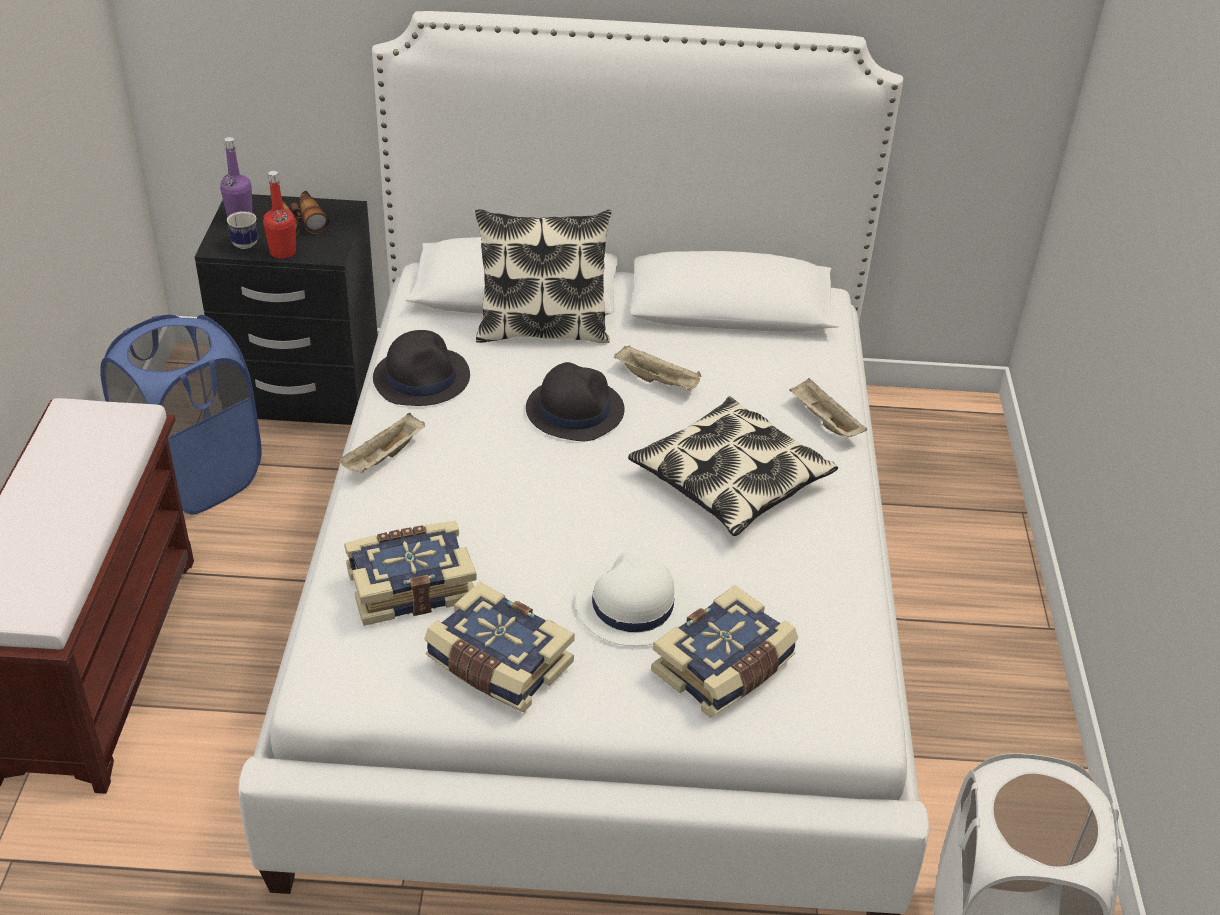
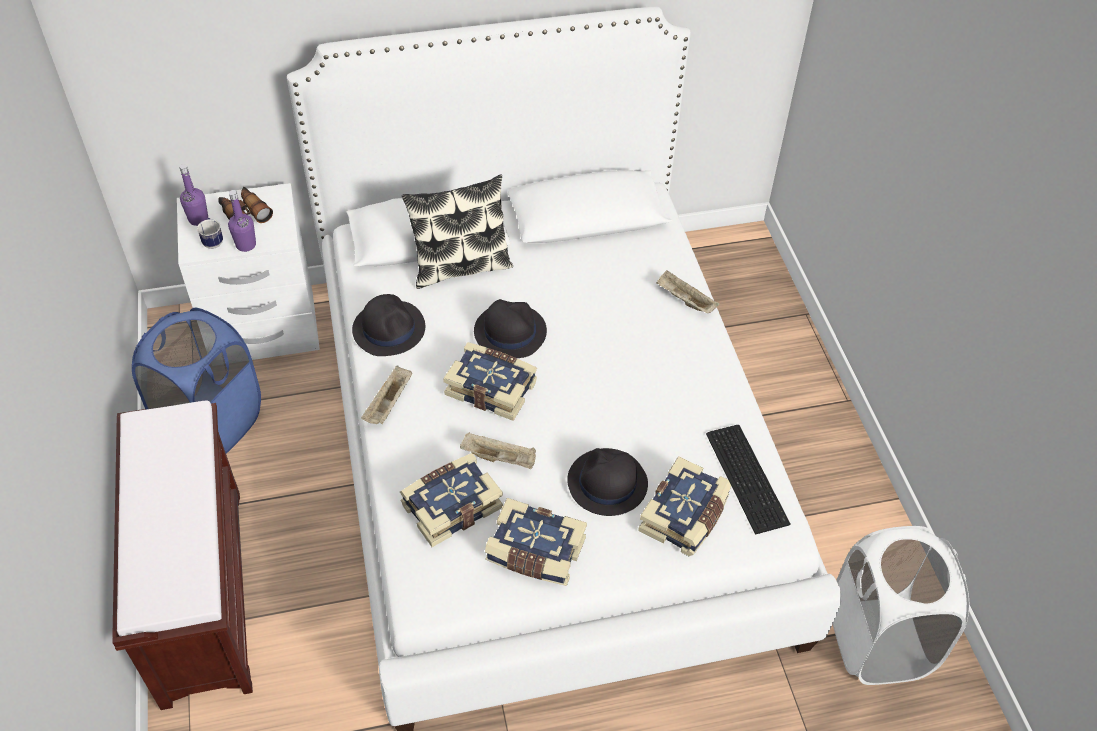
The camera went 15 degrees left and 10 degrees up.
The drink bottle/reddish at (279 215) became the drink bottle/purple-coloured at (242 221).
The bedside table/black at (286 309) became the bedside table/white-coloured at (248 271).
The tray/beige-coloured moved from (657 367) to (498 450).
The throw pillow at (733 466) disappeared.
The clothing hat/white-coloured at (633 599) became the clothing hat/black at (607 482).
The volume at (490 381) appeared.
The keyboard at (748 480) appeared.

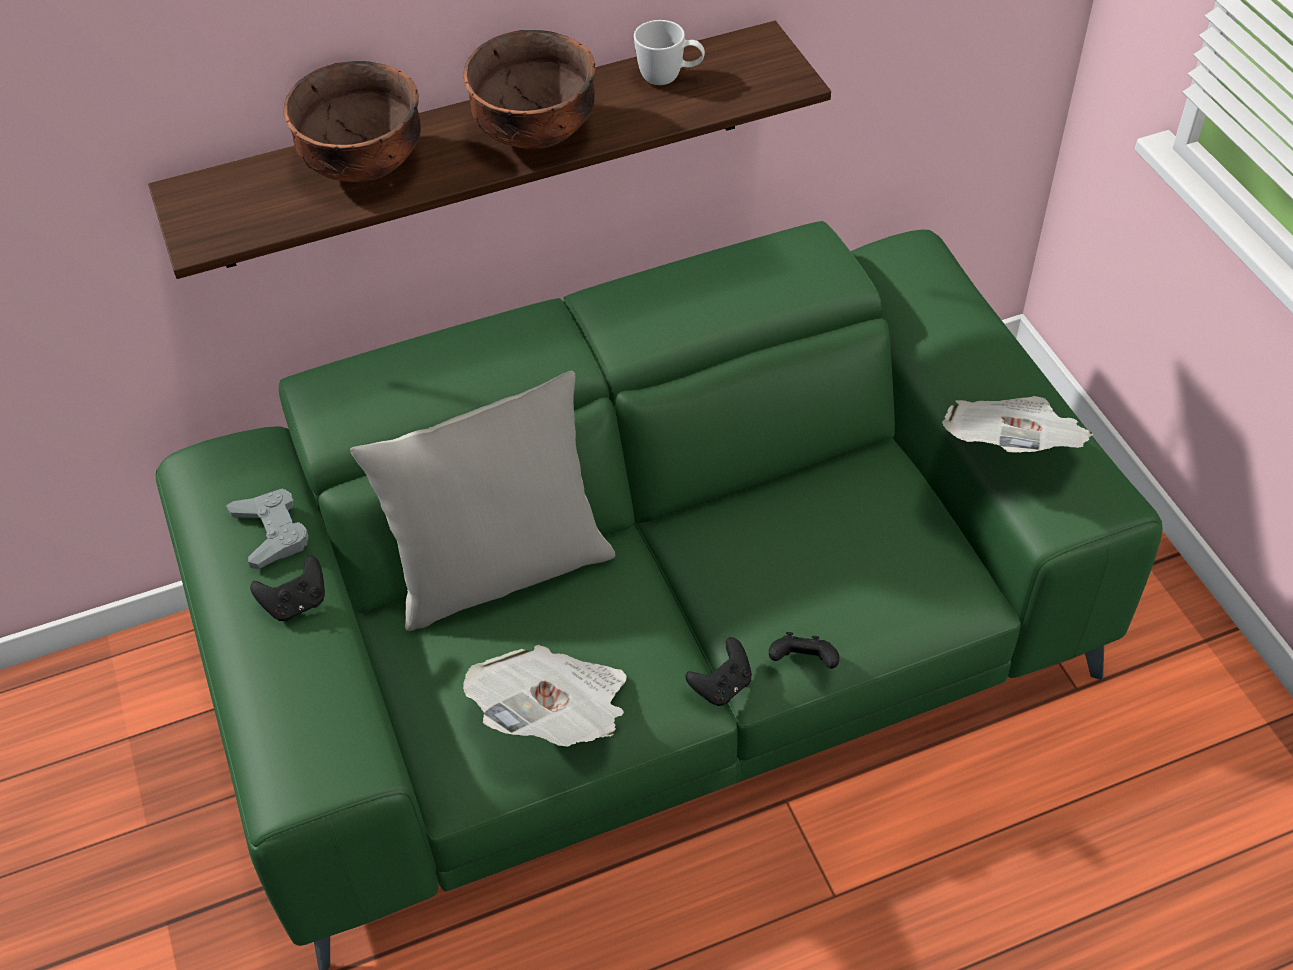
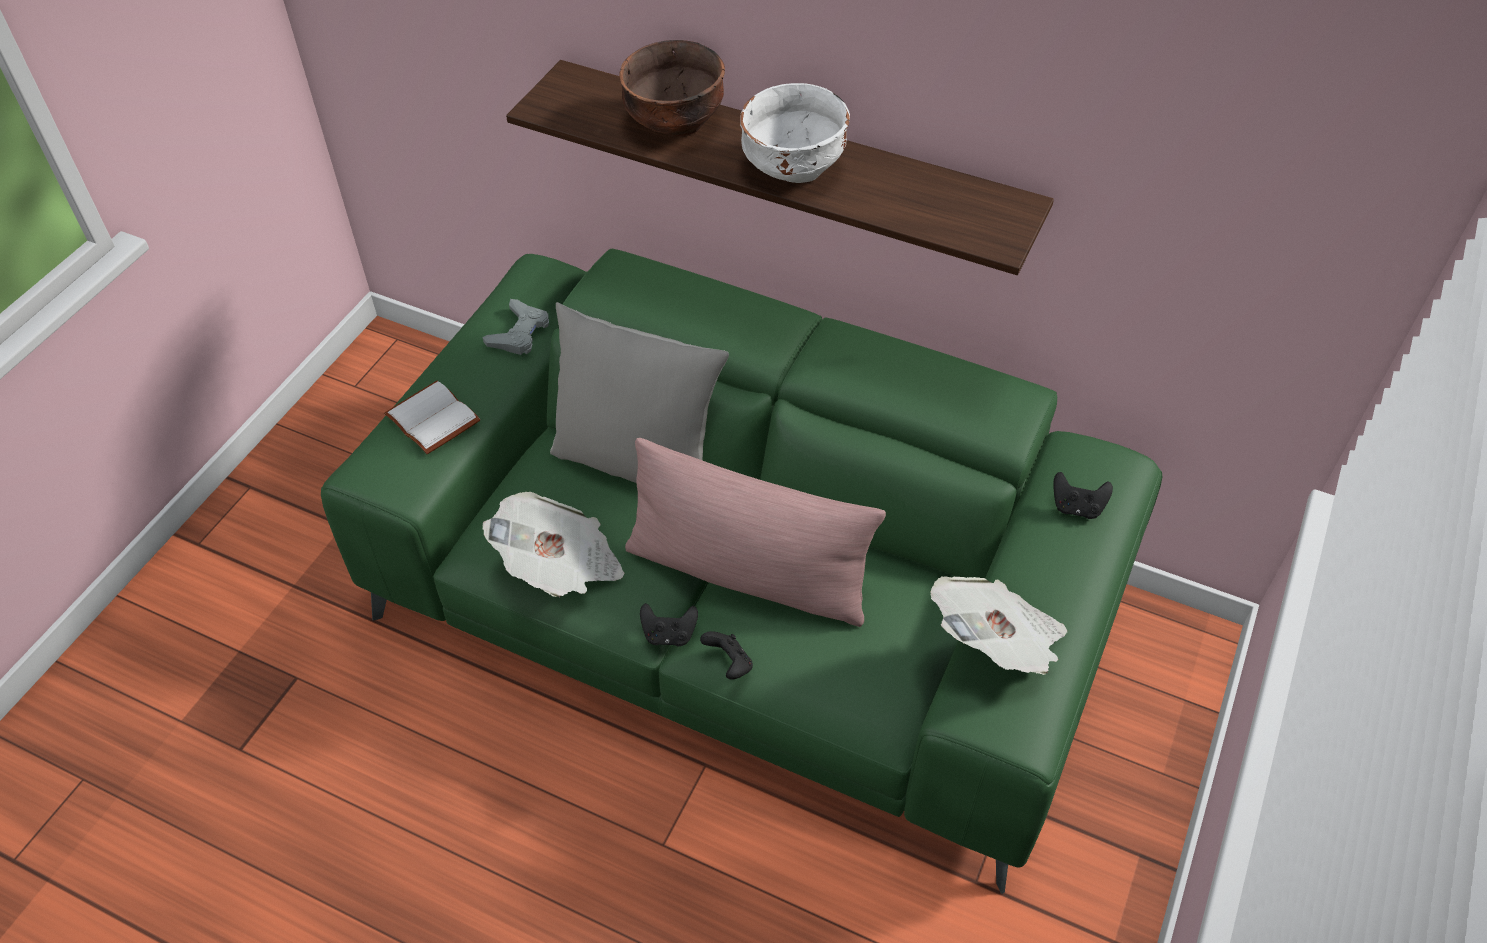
The camera went 45 degrees right and 0 degrees up.
The tea mug/white-coloured at (669 52) disappeared.
The bowl/brown-coloured at (529 90) became the bowl/white-coloured at (795 133).
The game controller/black moved from (287 588) to (1083 495).
The volume/white-coloured at (432 417) appeared.
The throw pillow/pink-coloured at (755 532) appeared.

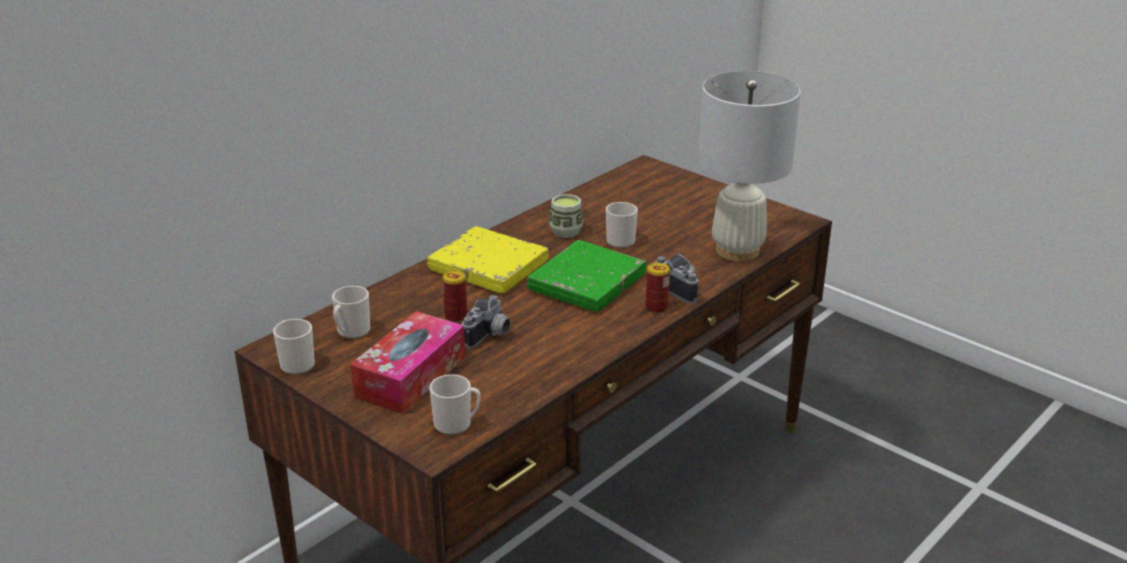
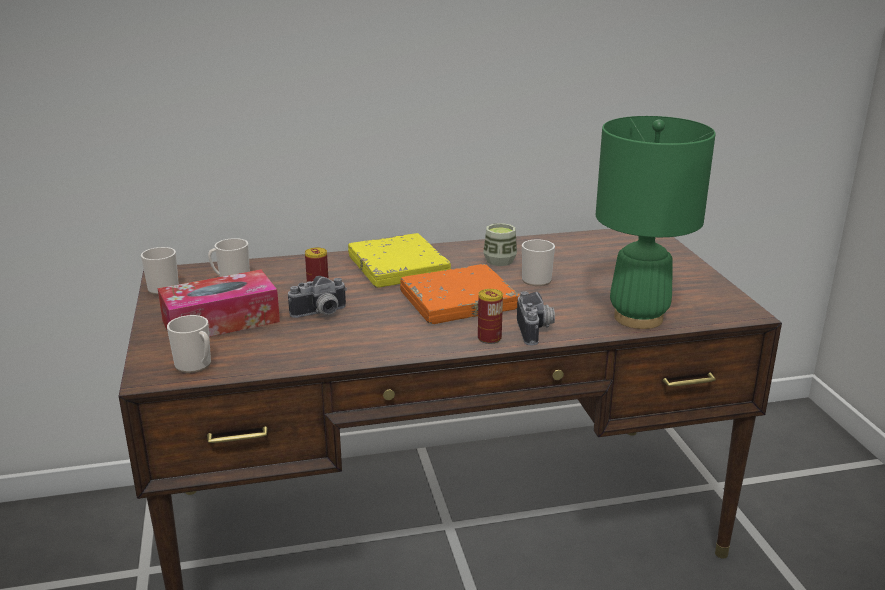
The camera went 35 degrees right and 5 degrees down.
The table lamp/white-coloured at (749 166) became the table lamp/green at (656 222).
The volume/green at (586 276) became the volume/orange at (460 294).

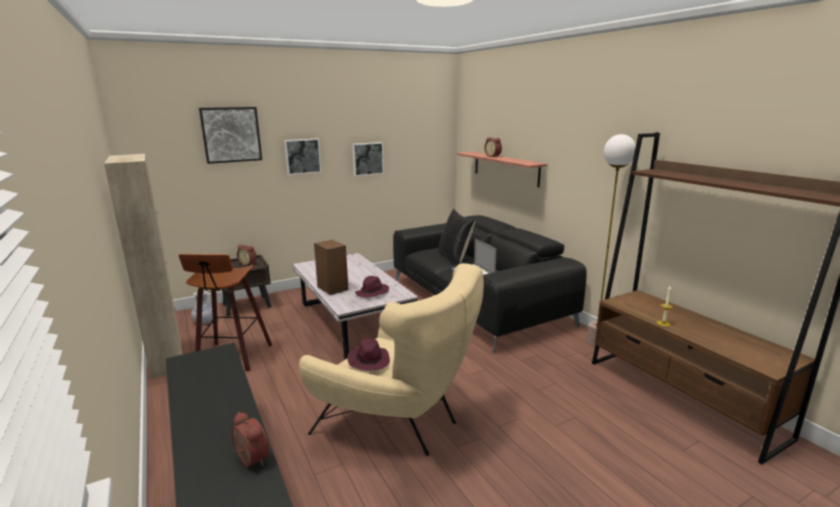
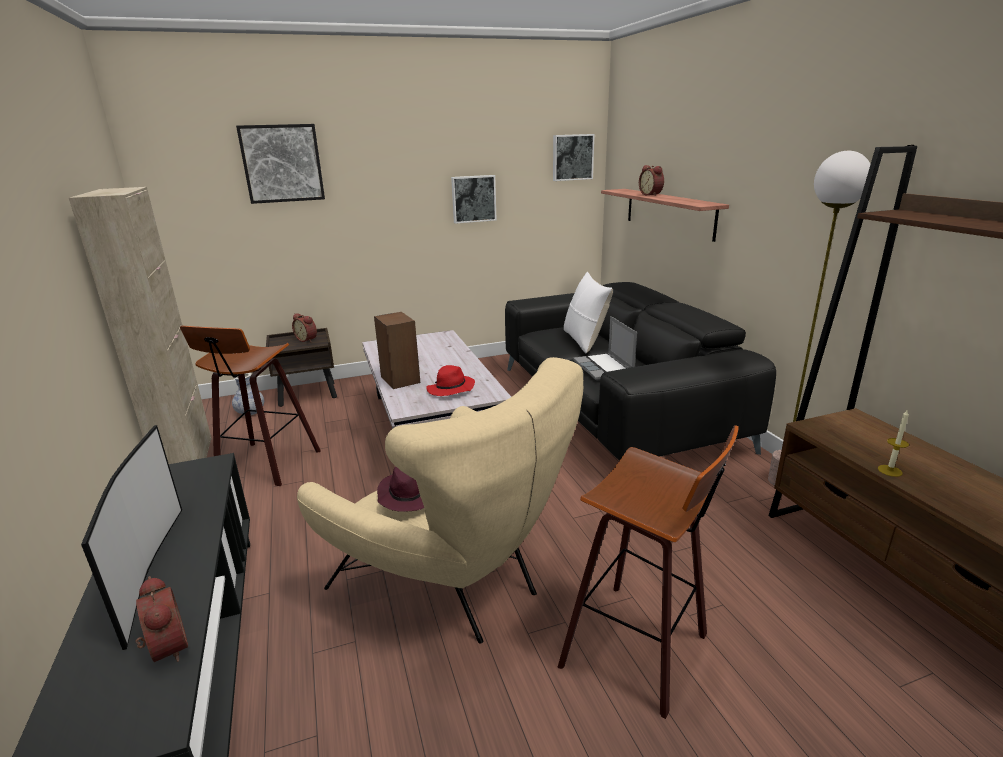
The camera went 10 degrees right and 5 degrees up.
The picture moved from (302 156) to (574 157).
The throw pillow/black at (456 237) became the throw pillow/white-coloured at (588 312).
The clothing hat/purple-coloured at (372 287) became the clothing hat/reddish at (450 380).
The television at (131 537) appeared.
The stool seat at (648 572) appeared.

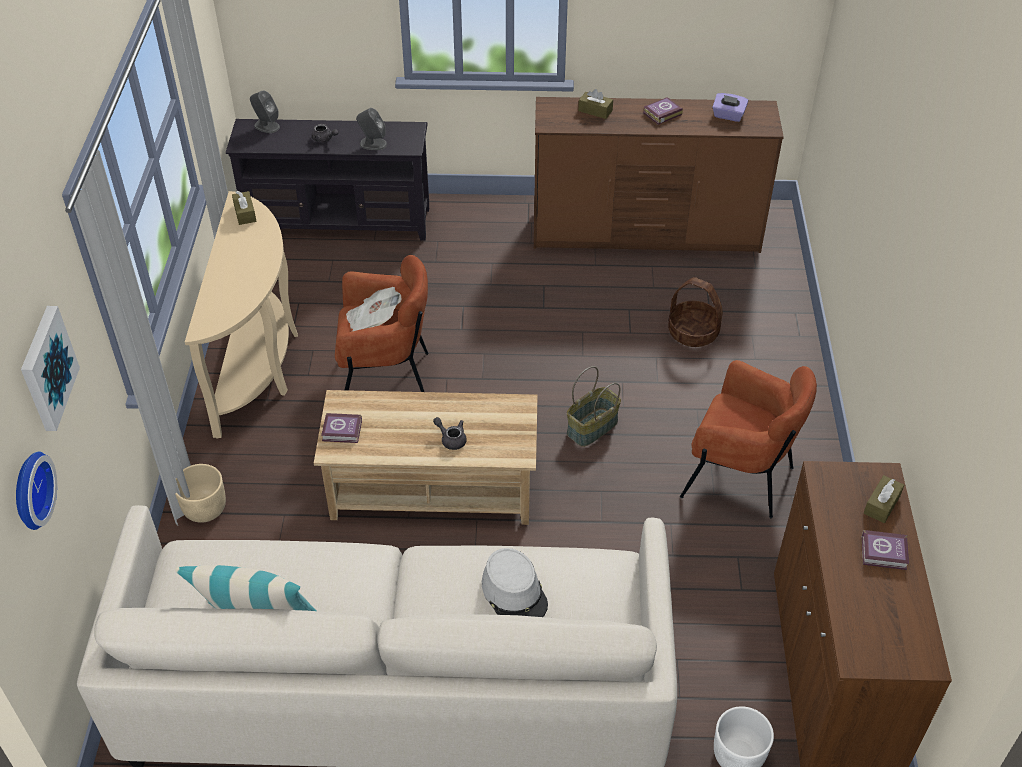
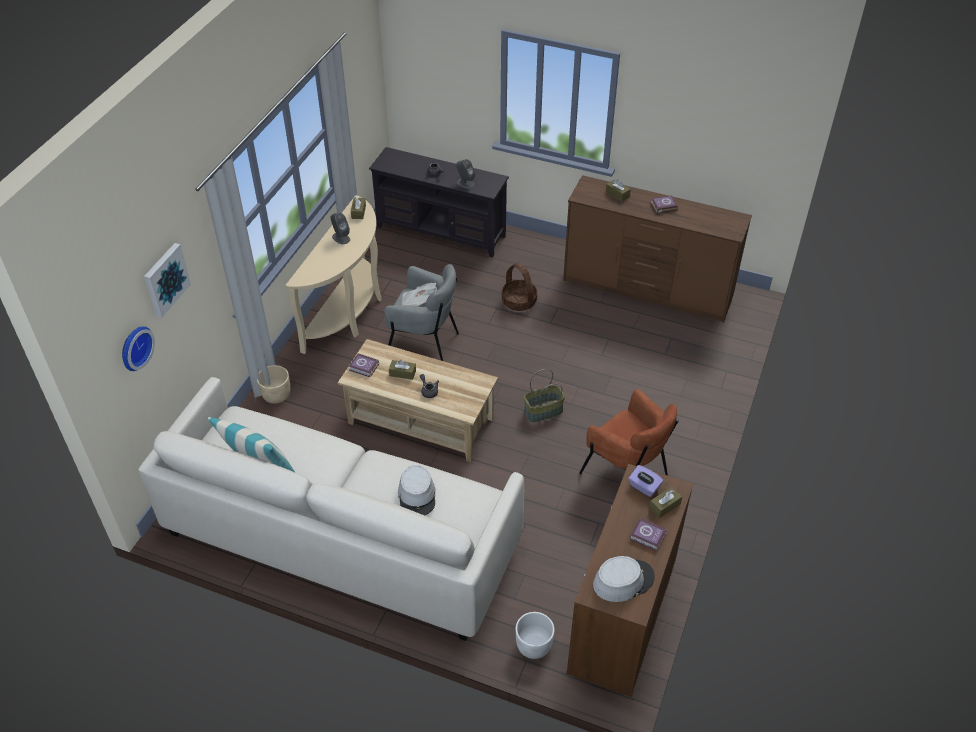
The camera went 20 degrees right and 0 degrees up.
The speaker/grey moved from (265 111) to (340 228).
The box of tissues/purple-coloured moved from (730 107) to (646 481).
The easy chair/brown-coloured at (381 323) became the easy chair/grey at (422 312).
The household basket moved from (695 312) to (519 286).
The box of tissues/brown-coloured at (402 370) appeared.
The clothing hat/grey at (624 579) appeared.

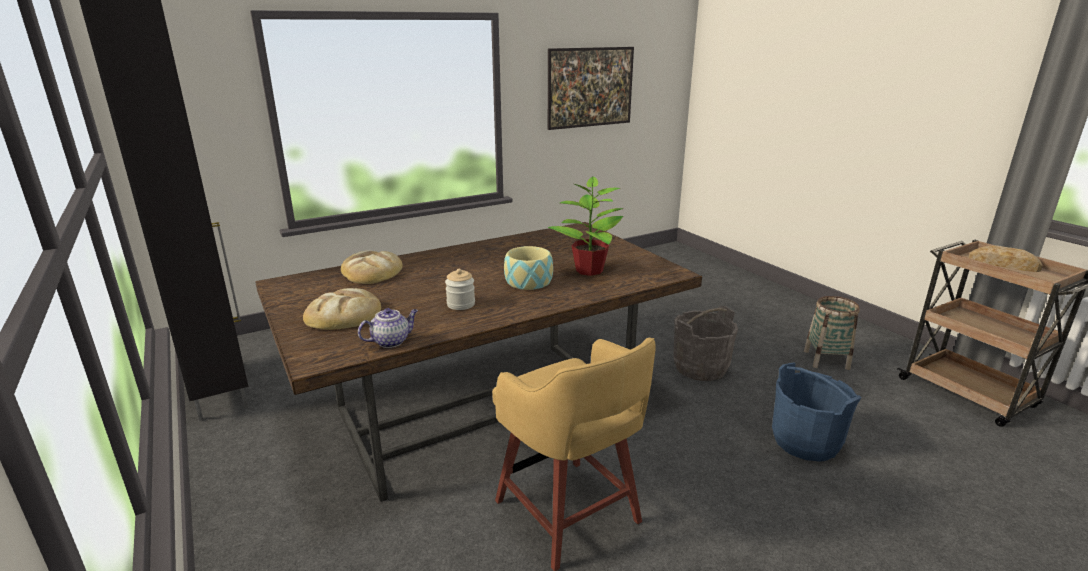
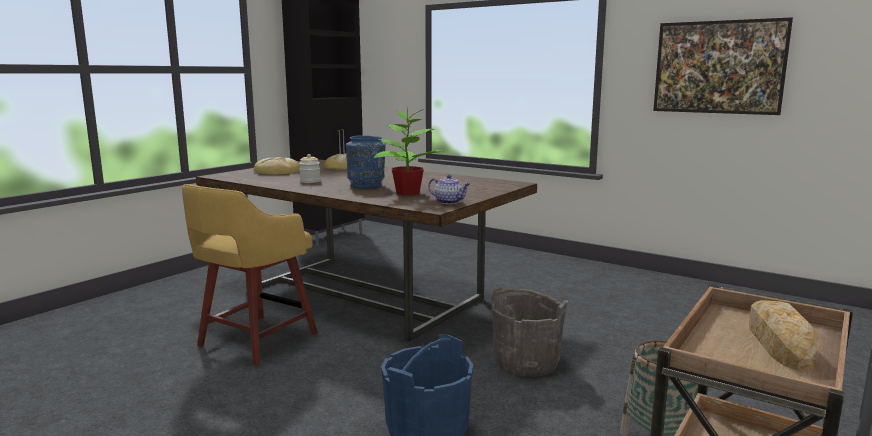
The camera went 65 degrees right and 10 degrees down.
The bowl at (528 268) was replaced by the vase/blue-coloured at (366 162).
The teapot moved from (388 328) to (449 189).

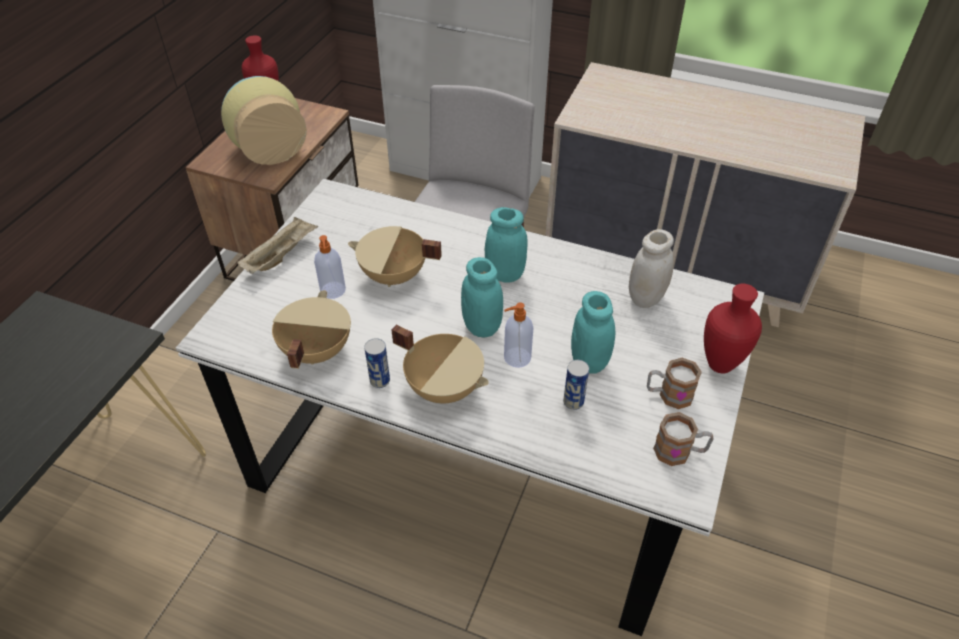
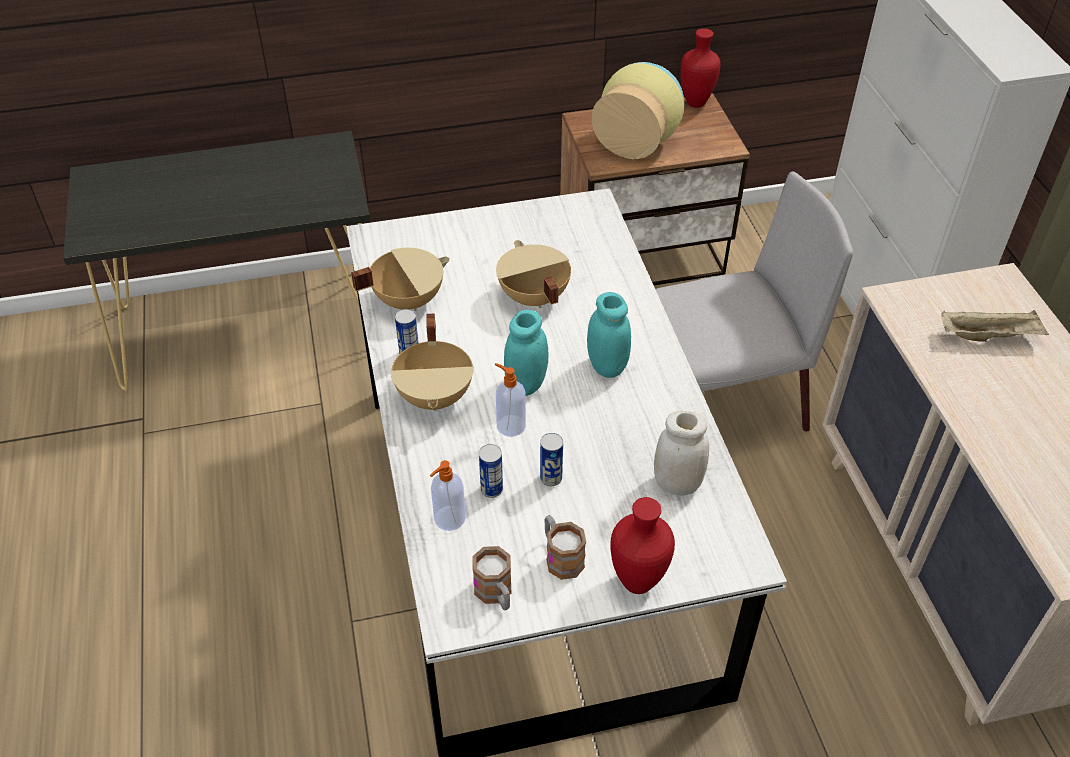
The camera went 55 degrees right and 0 degrees up.
The tray/beige-coloured moved from (277 245) to (995 326).
The liquid soap bottle moved from (330 267) to (448 495).
The preserve jar/turquoise at (593 332) was replaced by the metal can at (551 459).

